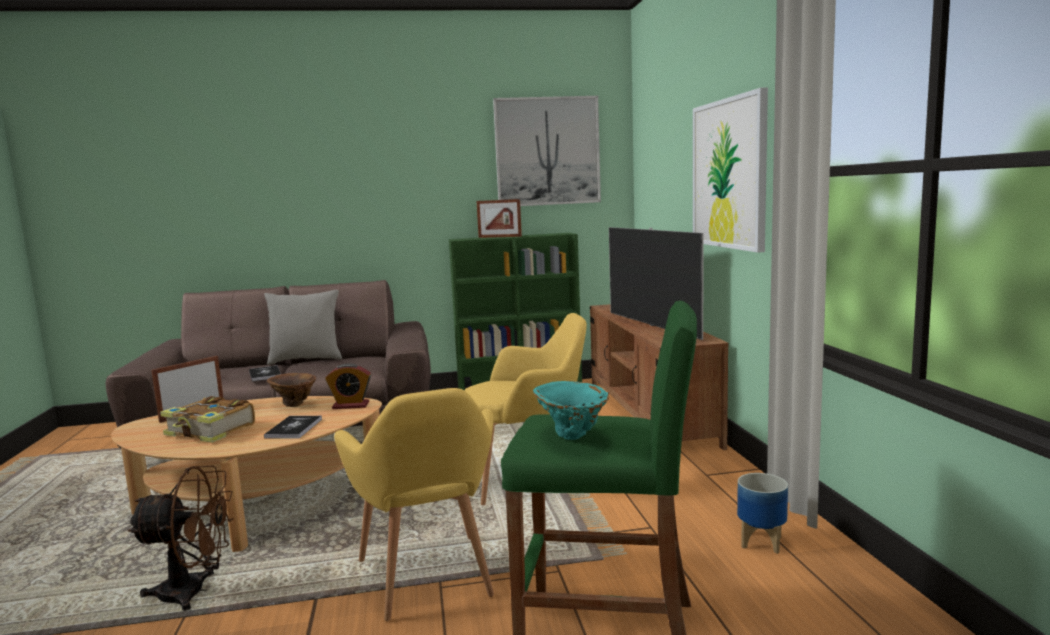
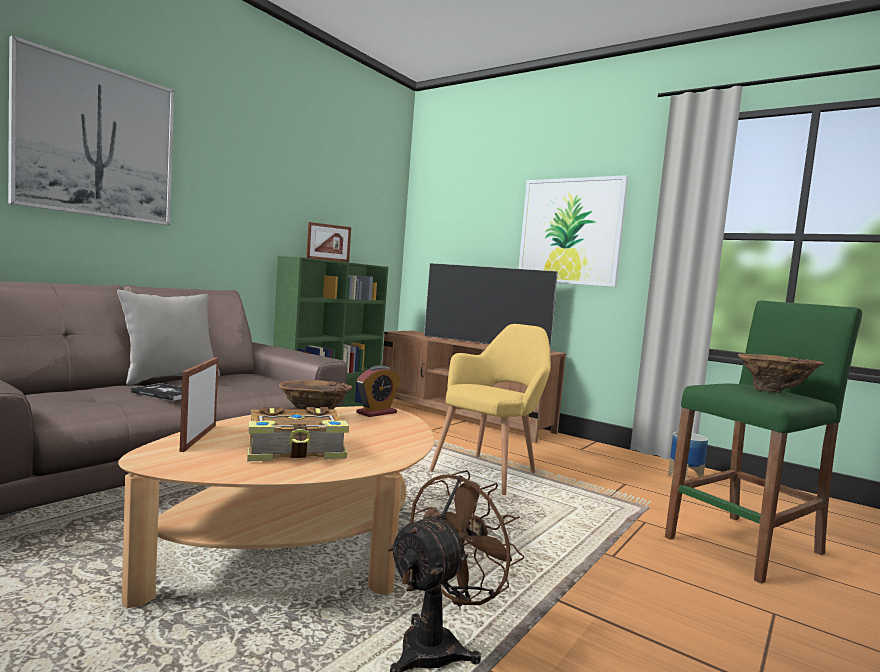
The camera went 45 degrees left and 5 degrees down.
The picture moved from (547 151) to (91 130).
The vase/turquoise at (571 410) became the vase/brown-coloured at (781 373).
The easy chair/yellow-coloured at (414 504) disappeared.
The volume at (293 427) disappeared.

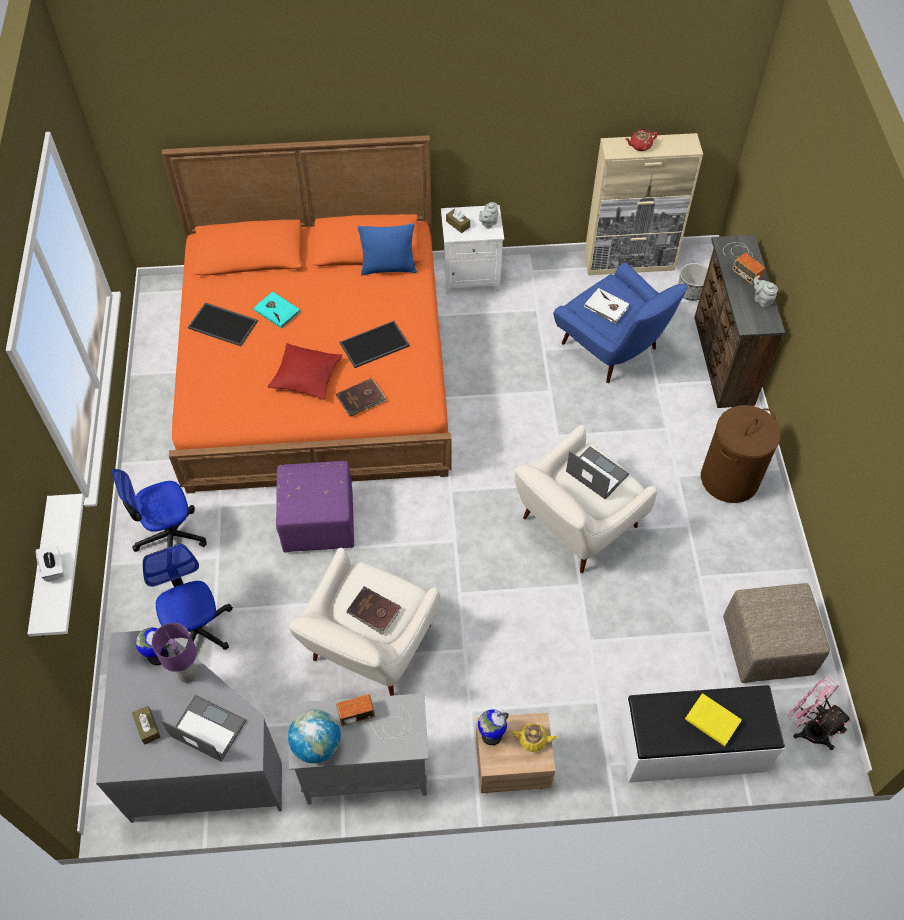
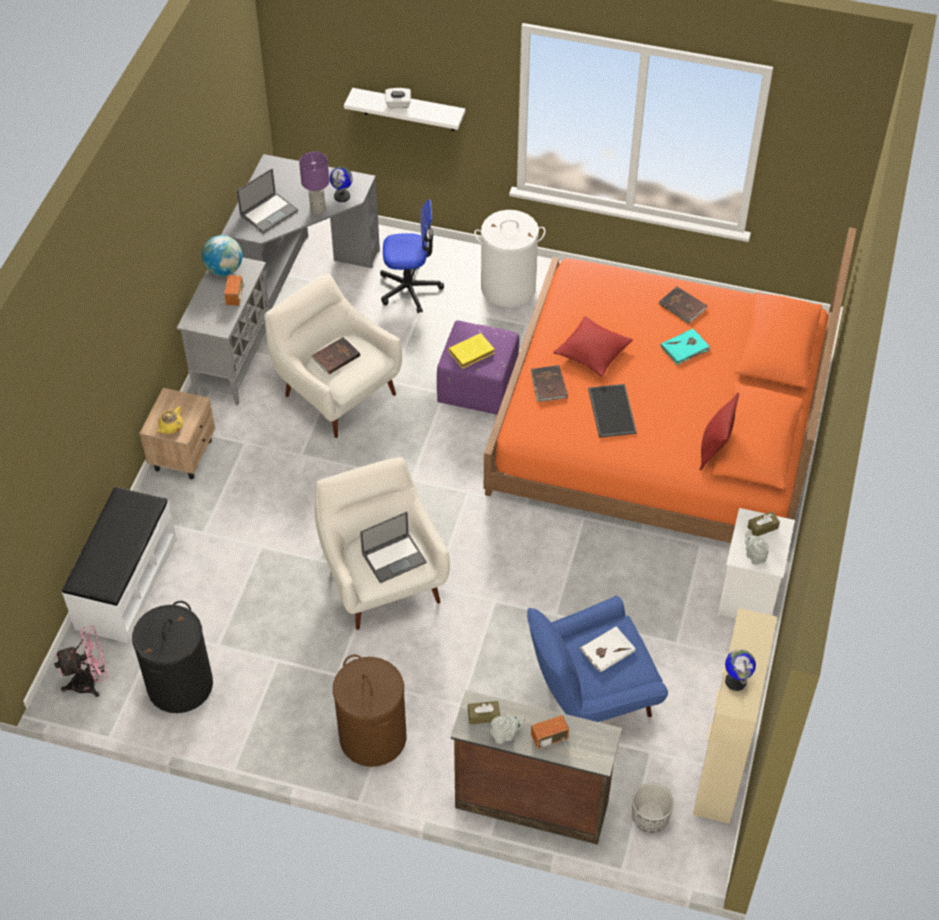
The camera went 110 degrees right and 5 degrees down.
The teapot/reddish at (641 140) disappeared.
The throw pillow/blue-coloured at (387 249) became the throw pillow/reddish at (719 431).
The tray at (223 324) was replaced by the volume/brown-coloured at (683 305).
The office chair at (159 510) was replaced by the laundry basket/white-coloured at (510 258).
The footrest/beige-coloured at (776 633) was replaced by the laundry basket/black at (172 657).
The volume/yellow-coloured moved from (713 719) to (471 350).
The box of tissues/brown-coloured moved from (146 725) to (484 712).
The globe moved from (493 727) to (740 670).

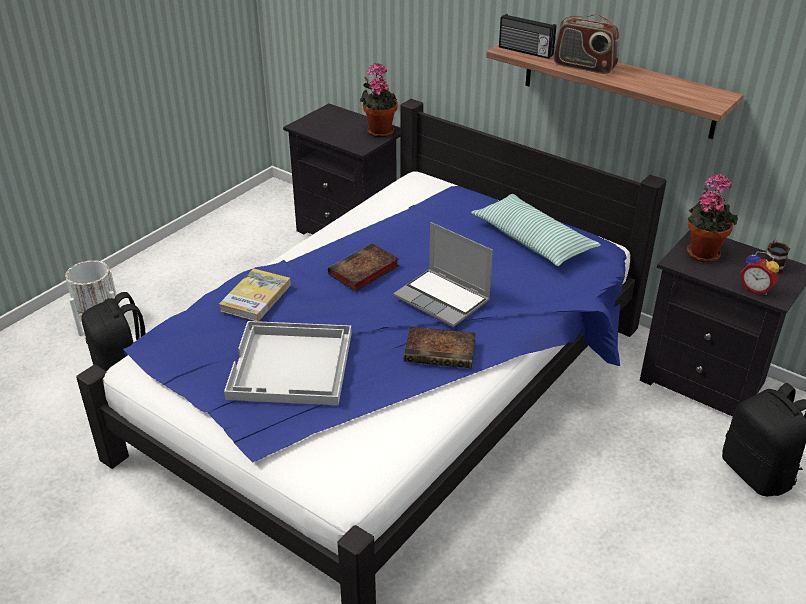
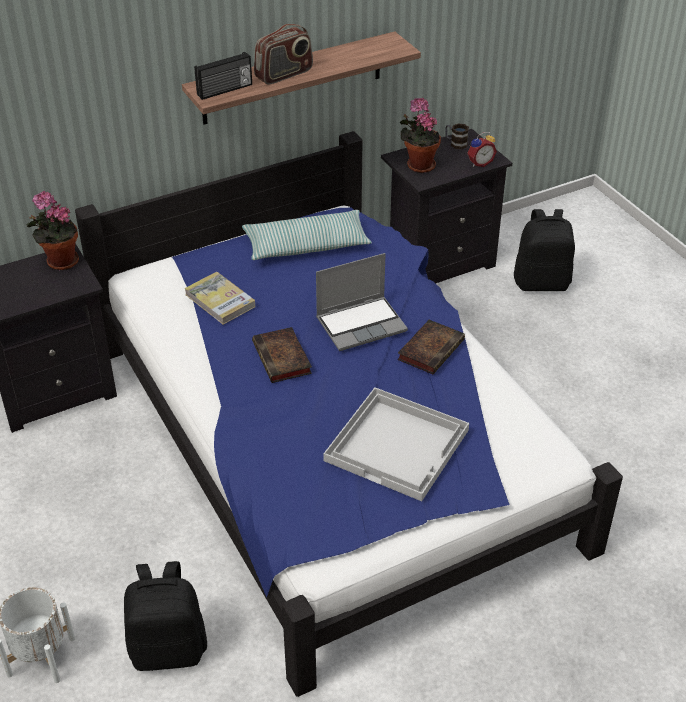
The camera went 65 degrees left and 5 degrees up.
The volume moved from (255 295) to (219 298).

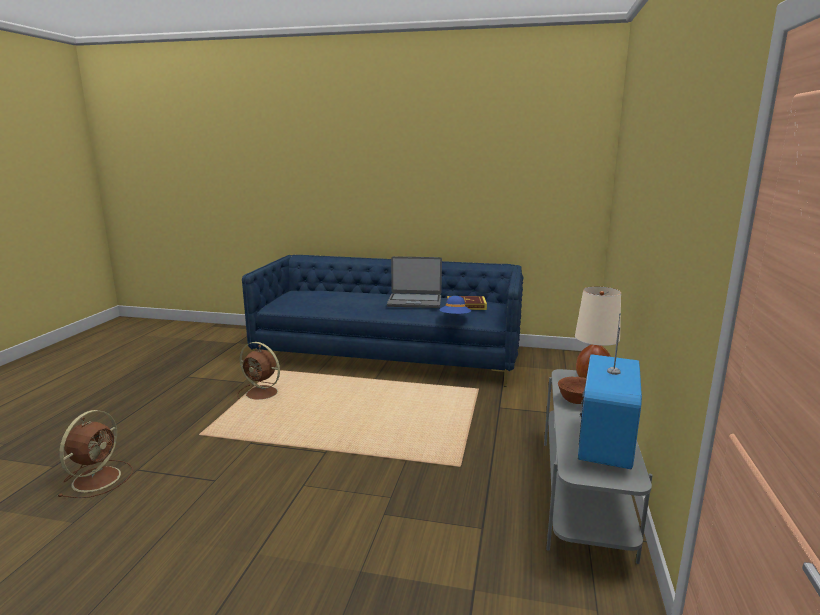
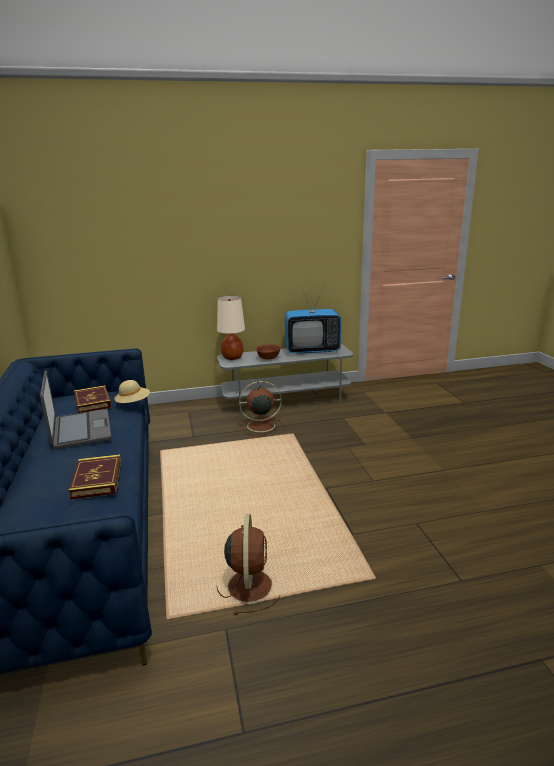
The camera went 115 degrees left and 5 degrees up.
The clothing hat/blue-coloured at (455 305) became the clothing hat/beige-coloured at (132 392).
The cooling fan/brown-coloured moved from (95 454) to (261 408).
The volume at (94 477) appeared.

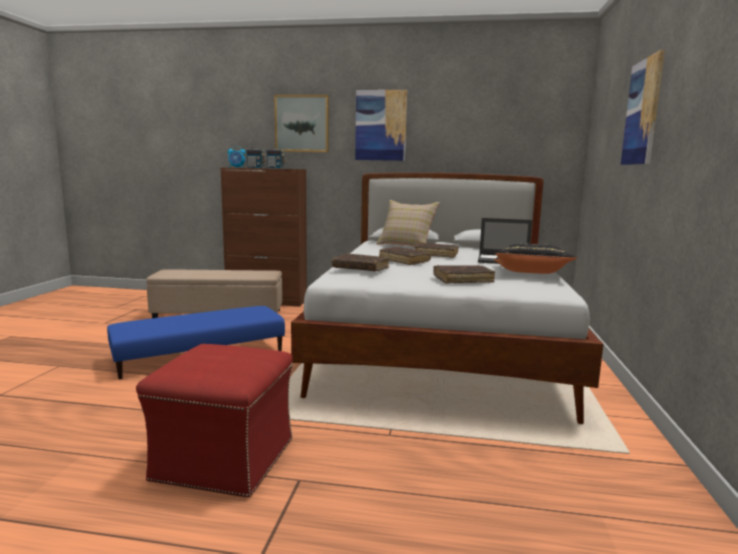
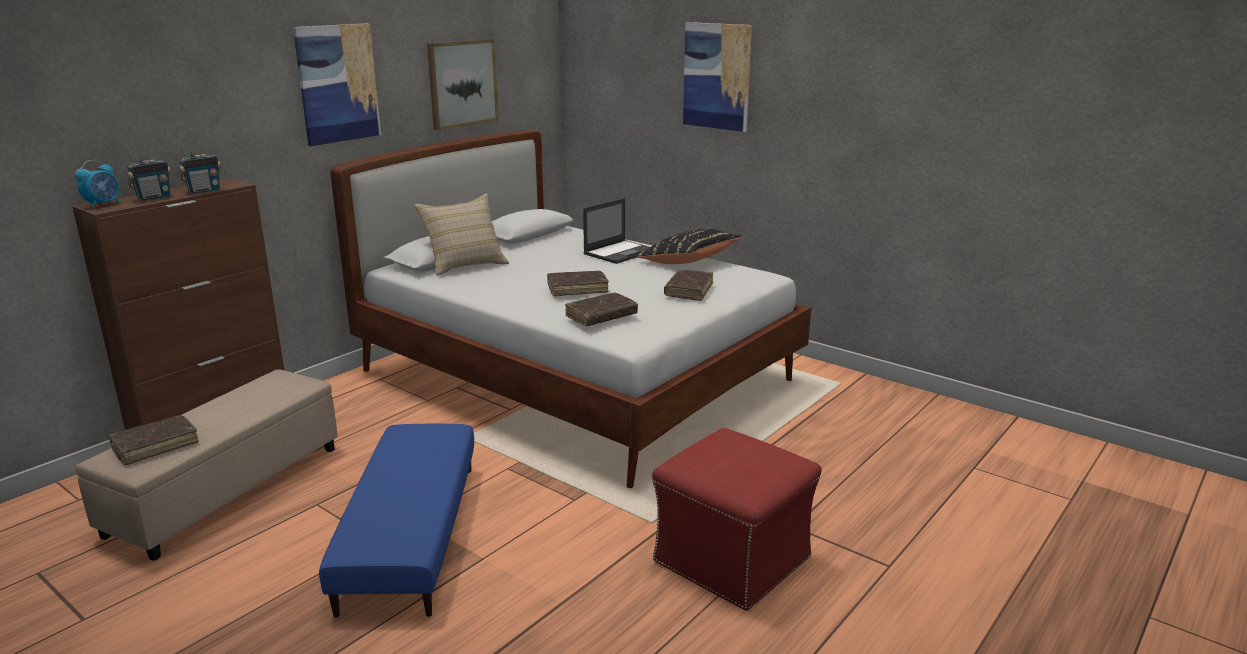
The camera went 60 degrees left and 10 degrees up.
The picture moved from (301 124) to (463 85).
The volume/brown-coloured moved from (436 250) to (153 440).

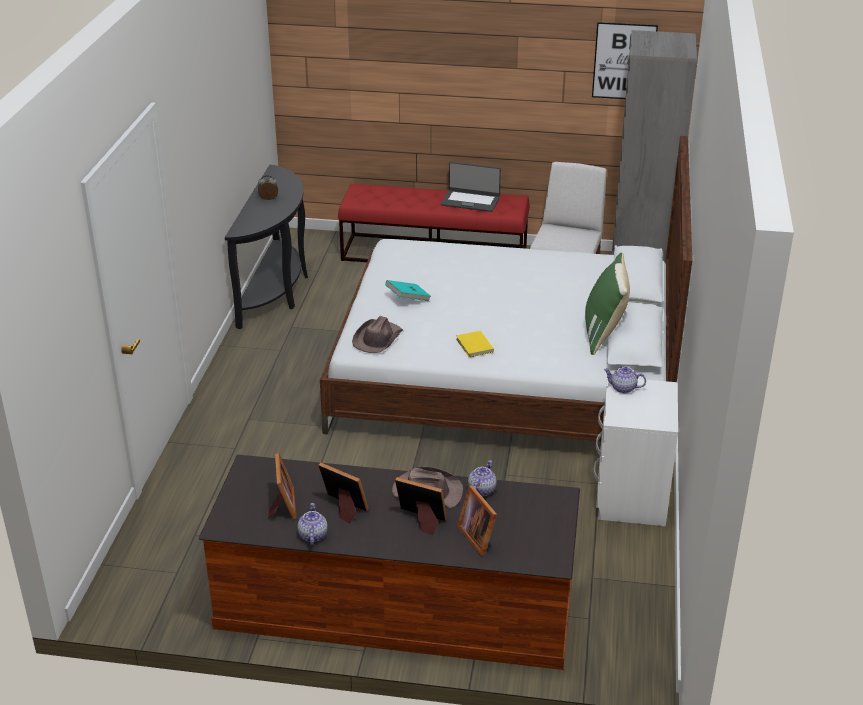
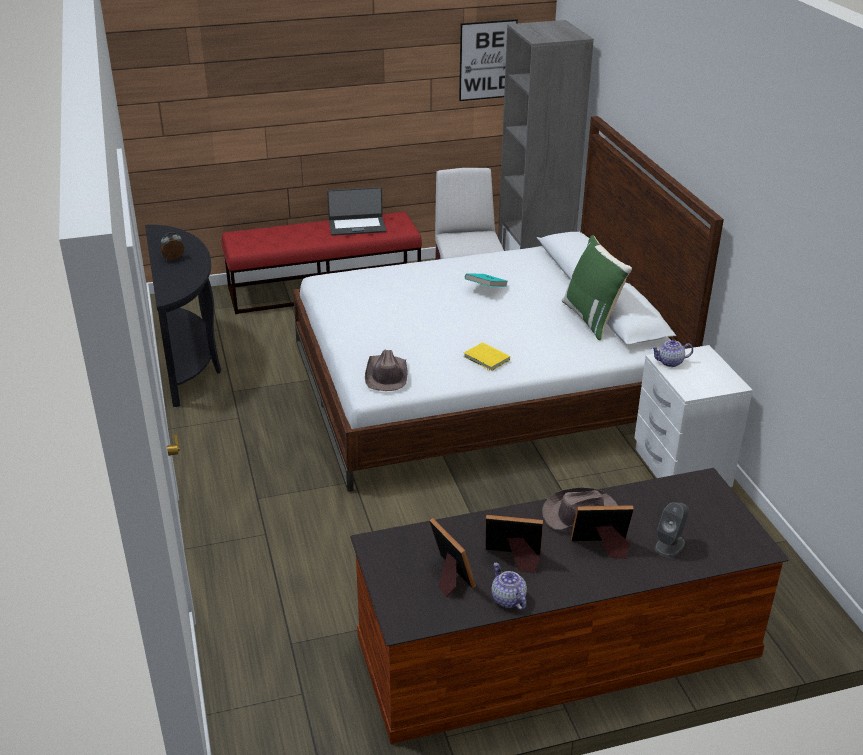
The camera went 25 degrees left and 0 degrees up.
The volume/turquoise moved from (407 290) to (486 280).
The teapot at (482 478) disappeared.
The standing frame at (477 520) was replaced by the speaker/grey at (672 530).

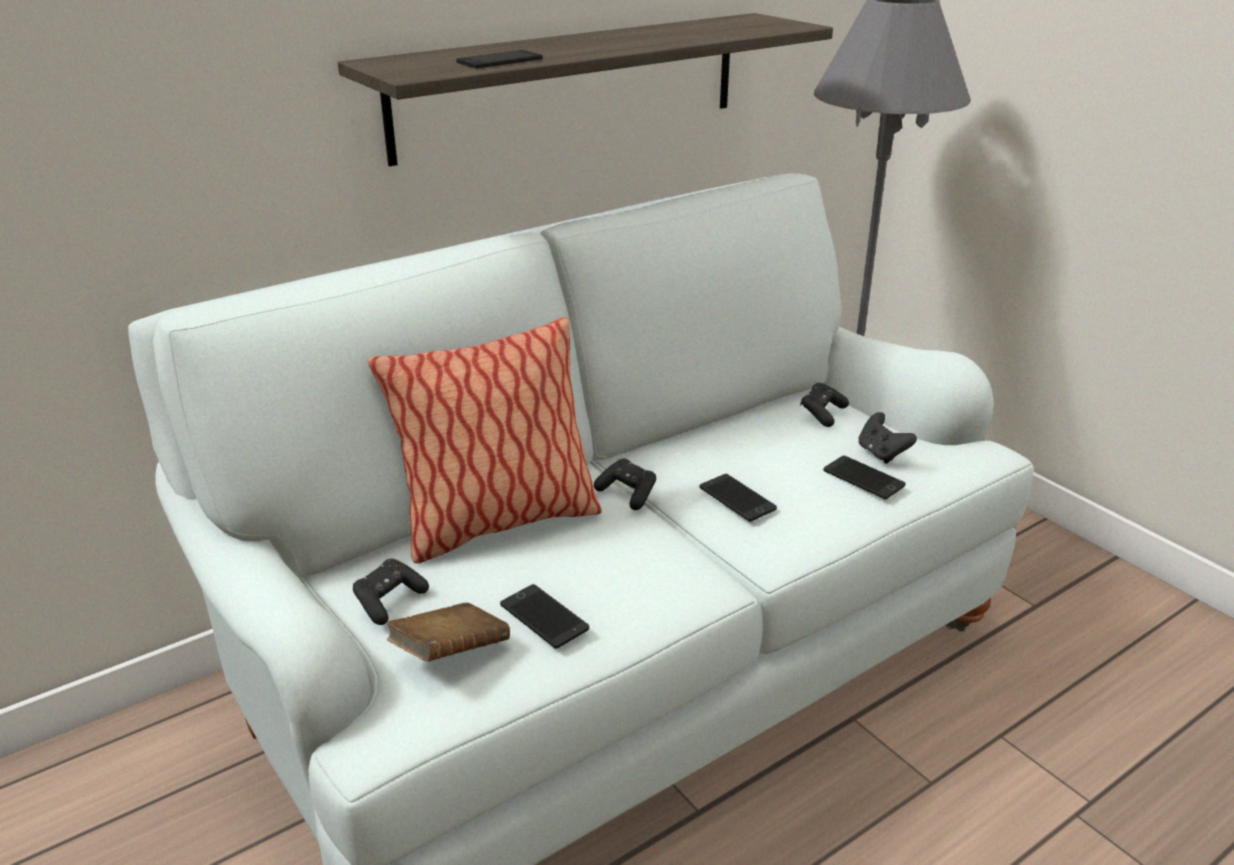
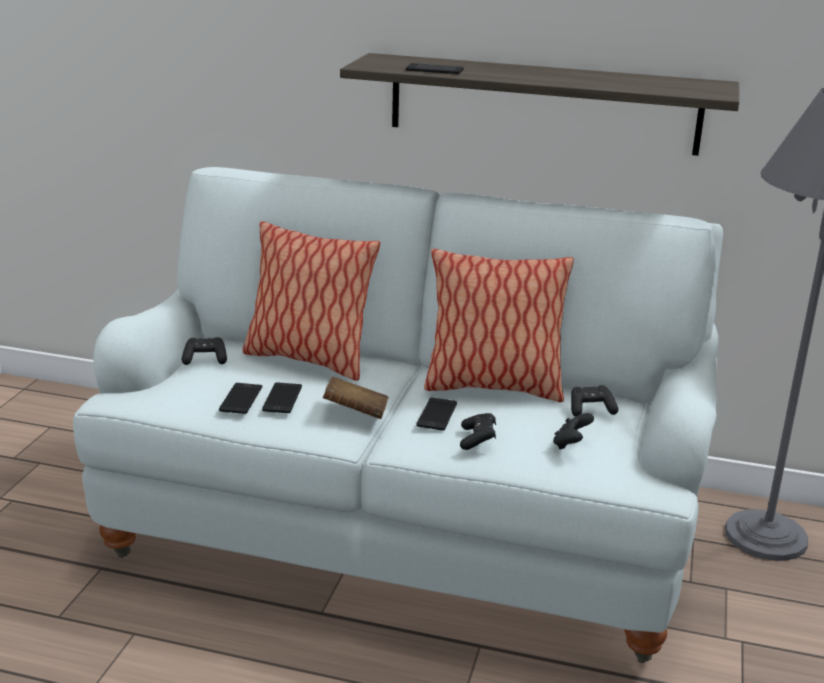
The camera went 50 degrees right and 5 degrees down.
The handset moved from (864 477) to (282 397).
The game controller/black moved from (625 484) to (478 431).
The volume/brown-coloured moved from (448 632) to (355 397).
The throw pillow at (499 325) appeared.

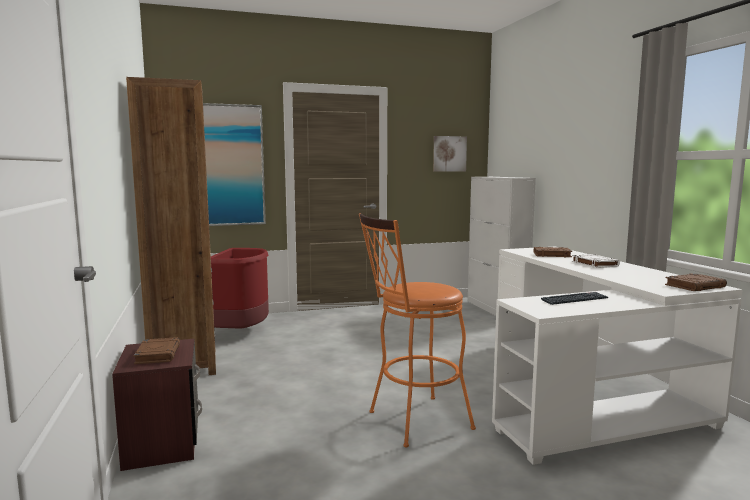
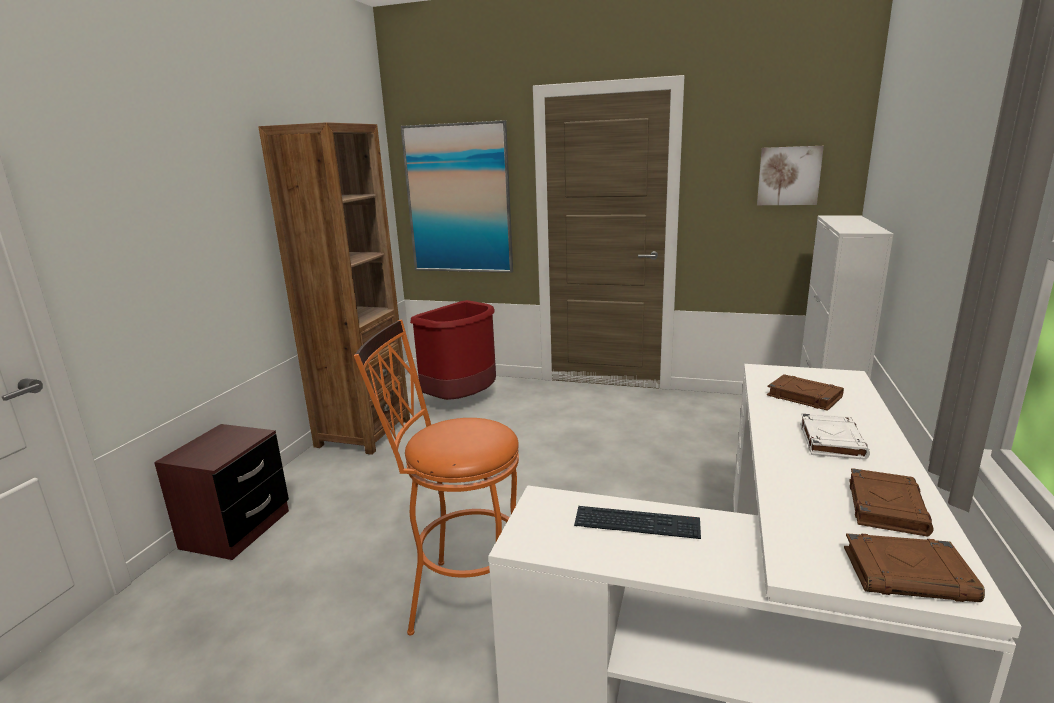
The camera went 35 degrees right and 10 degrees up.
The volume/brown-coloured moved from (157 350) to (891 502).

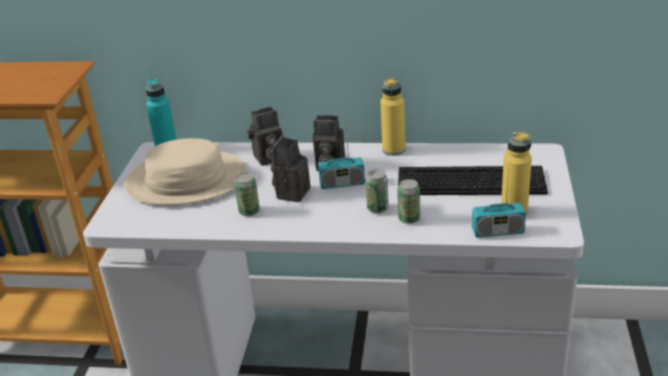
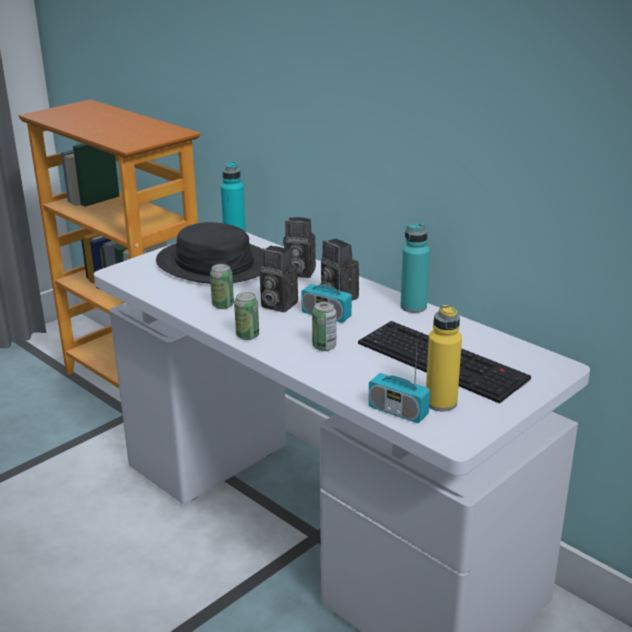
The camera went 35 degrees right and 5 degrees down.
The drink bottle/yellow-coloured at (392 116) became the drink bottle/turquoise at (415 268).
The still camera at (290 169) turned 120 degrees counterclockwise.
The clothing hat/beige-coloured at (186 171) became the clothing hat/black at (208 253).
The metal can moved from (408 201) to (246 316).

